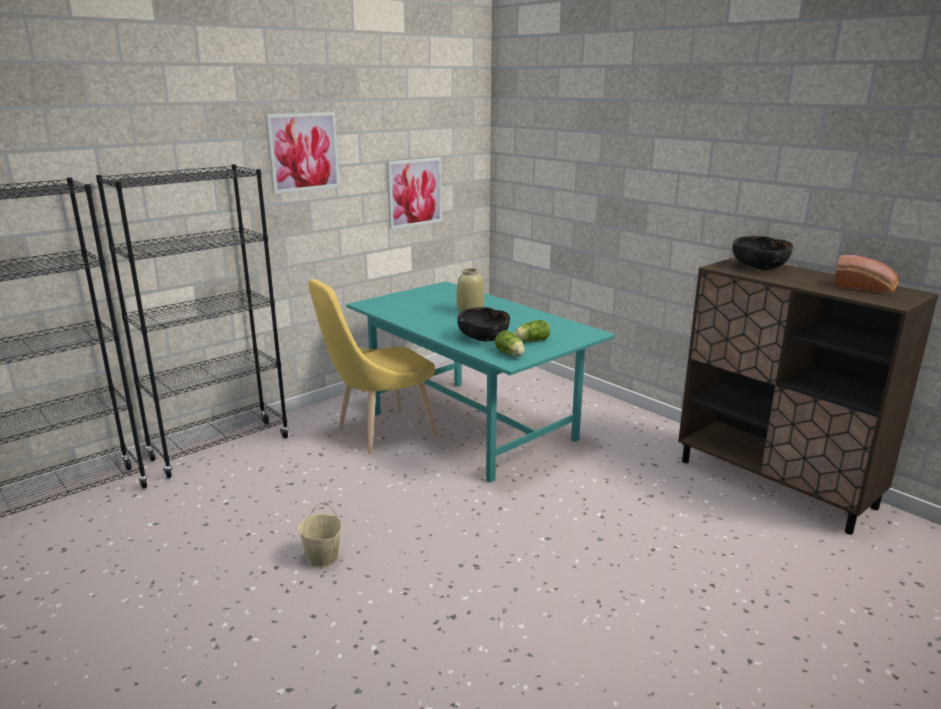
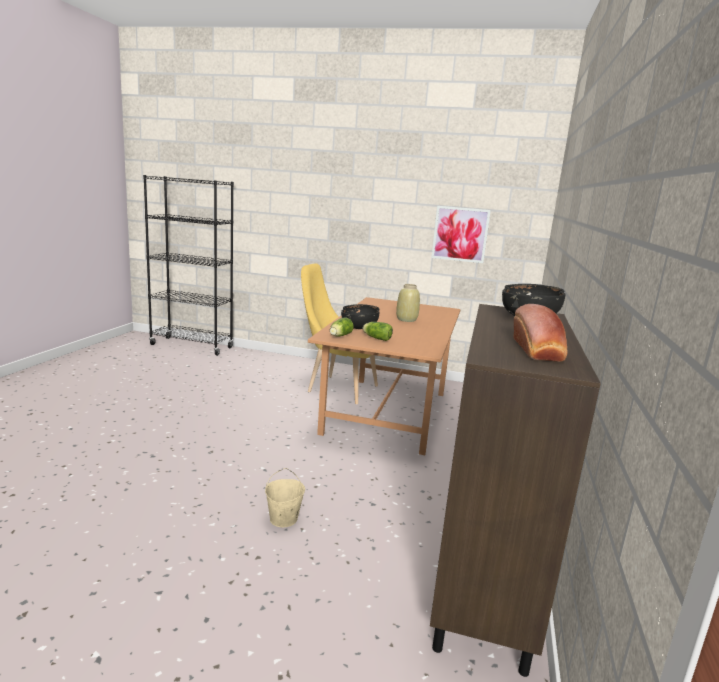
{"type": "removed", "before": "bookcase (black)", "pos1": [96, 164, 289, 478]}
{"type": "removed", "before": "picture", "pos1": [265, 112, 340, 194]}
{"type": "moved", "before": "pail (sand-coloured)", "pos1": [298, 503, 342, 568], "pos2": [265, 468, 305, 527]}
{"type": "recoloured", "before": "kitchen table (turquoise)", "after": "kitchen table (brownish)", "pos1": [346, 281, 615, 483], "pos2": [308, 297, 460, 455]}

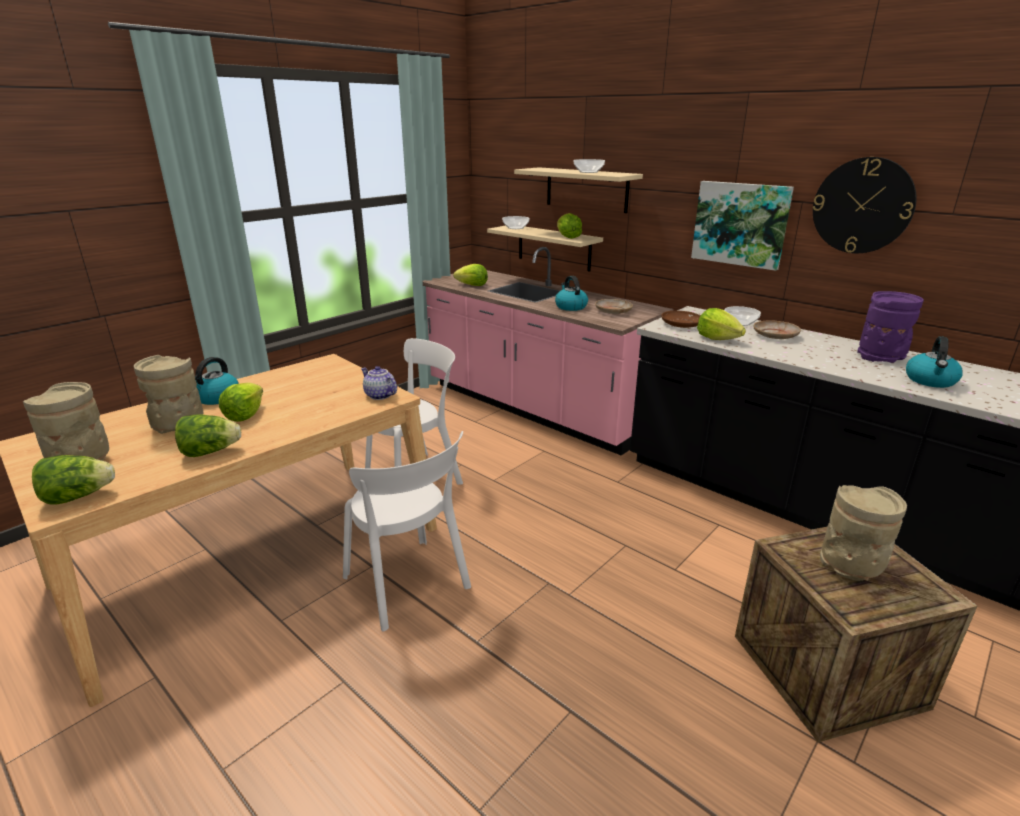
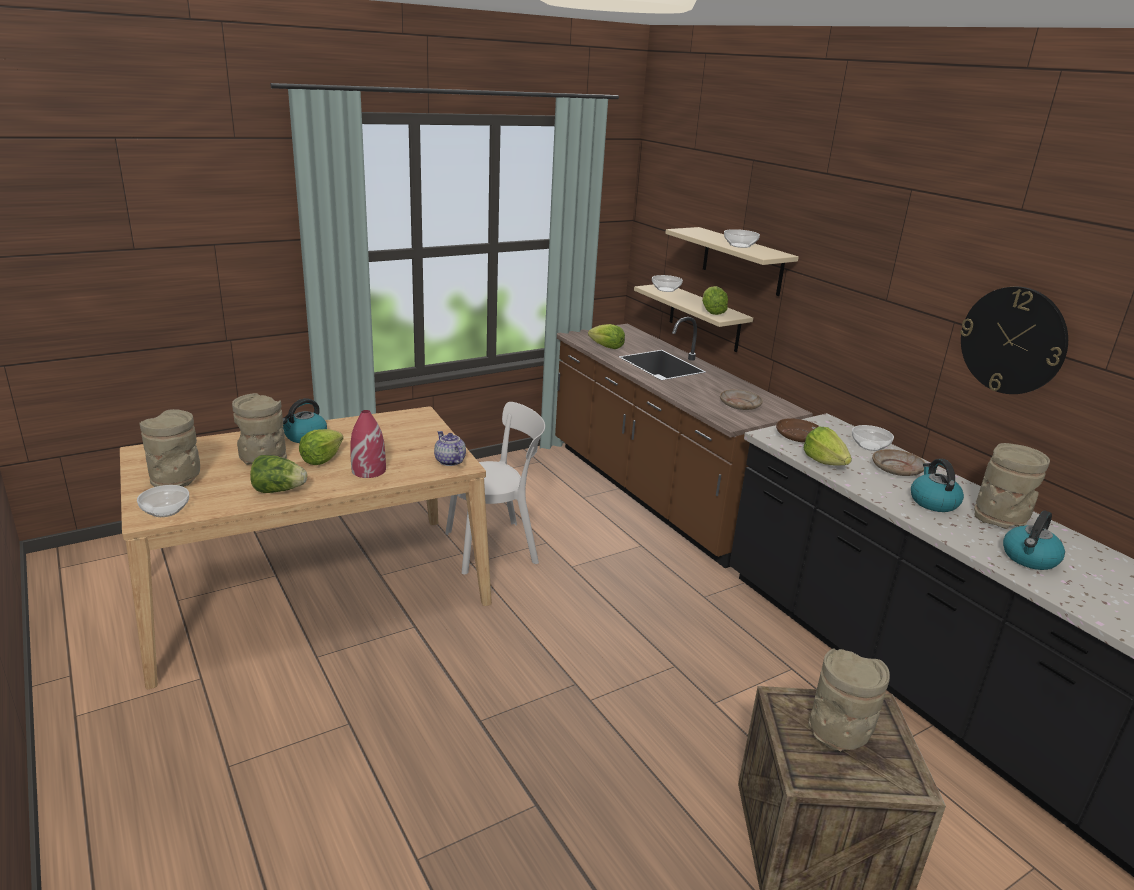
{"type": "replaced", "before": "head of lettuce", "after": "bowl", "pos1": [32, 455, 115, 504], "pos2": [137, 485, 189, 517]}
{"type": "removed", "before": "upright chair (whitish)", "pos1": [343, 431, 471, 631]}
{"type": "recoloured", "before": "kitchen counter (pink)", "after": "kitchen counter (brownish)", "pos1": [423, 247, 673, 456], "pos2": [555, 317, 813, 568]}
{"type": "moved", "before": "kettle", "pos1": [555, 276, 588, 311], "pos2": [911, 459, 964, 512]}
{"type": "removed", "before": "picture", "pos1": [691, 181, 794, 271]}
{"type": "recoloured", "before": "decorative vase (purplish)", "after": "decorative vase (sand-coloured)", "pos1": [857, 291, 924, 363], "pos2": [974, 443, 1050, 529]}
{"type": "added", "after": "decorative vase (reddish)", "pos2": [350, 410, 386, 478]}

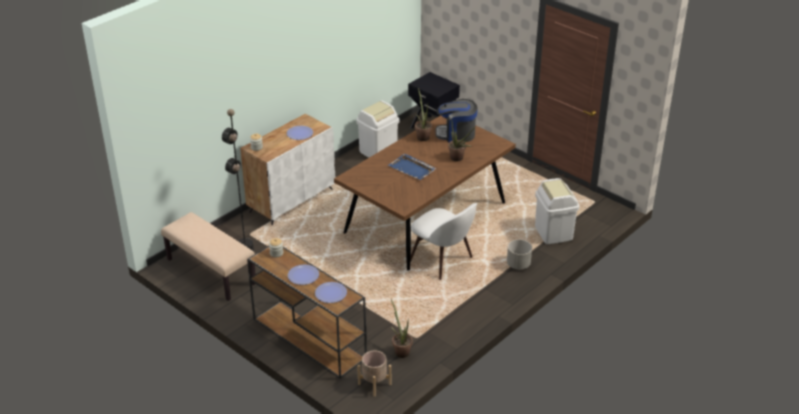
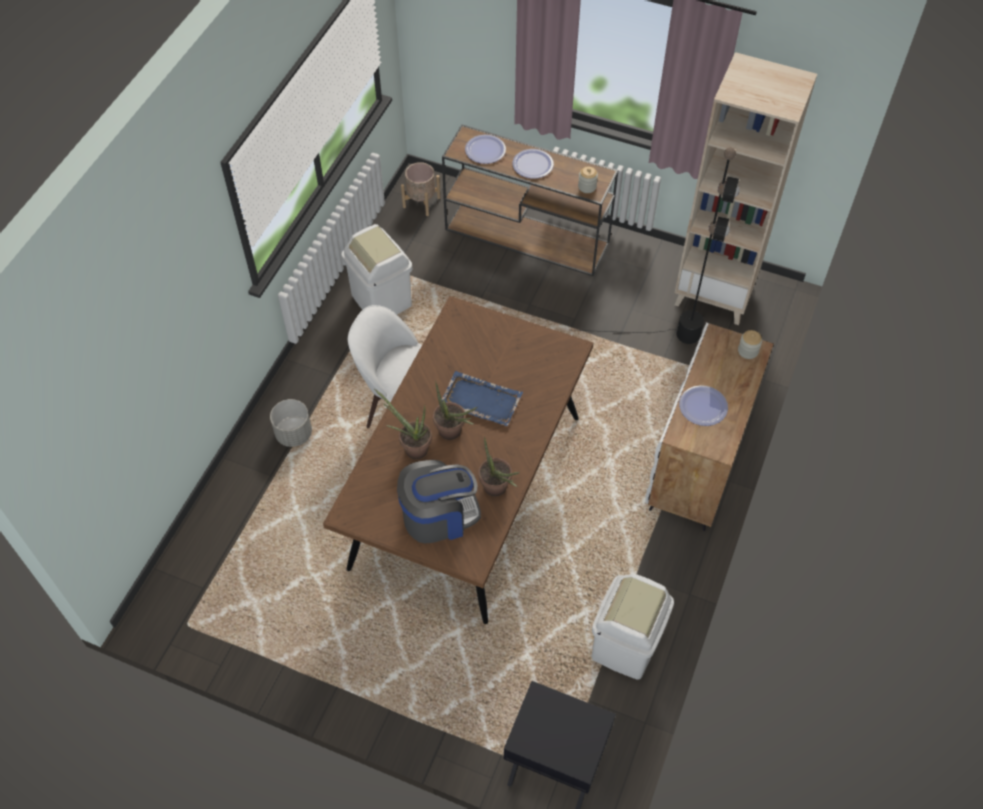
{"type": "replaced", "before": "long seat (sand-coloured)", "after": "bookcase (sand-coloured)", "pos1": [161, 212, 256, 301], "pos2": [675, 52, 817, 325]}
{"type": "moved", "before": "potted plant", "pos1": [391, 299, 413, 358], "pos2": [433, 381, 478, 440]}
{"type": "moved", "before": "trash can (whitish)", "pos1": [535, 178, 580, 244], "pos2": [342, 224, 412, 314]}

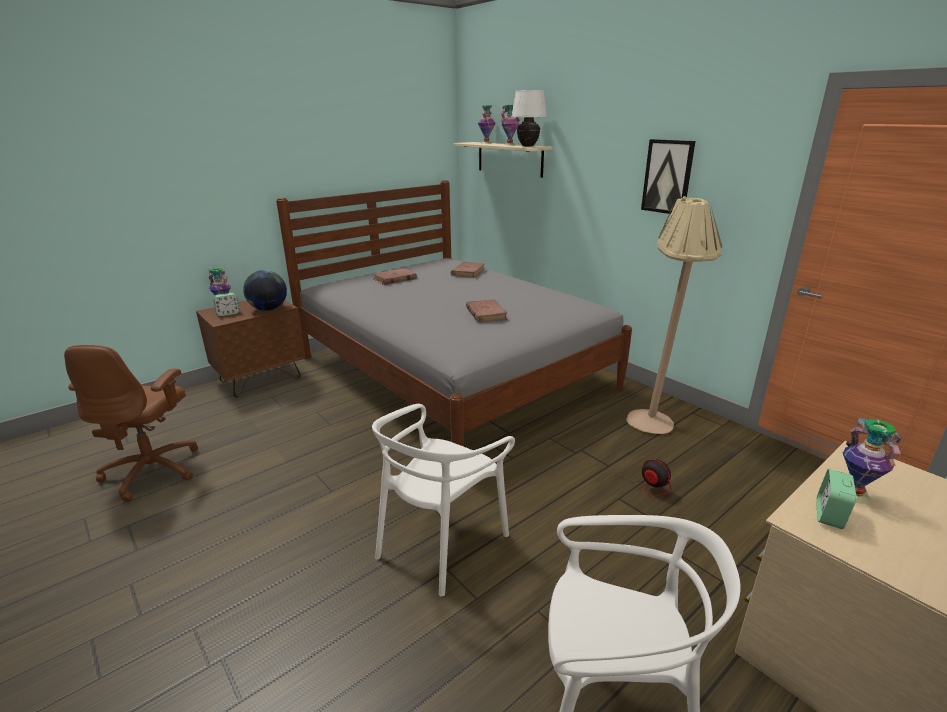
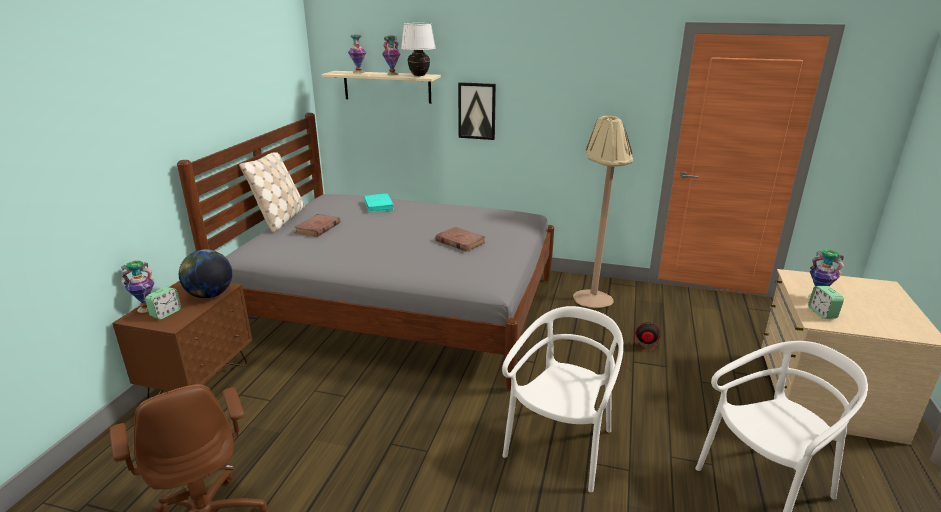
{"type": "turned", "before": "upright chair (whitish)", "pos1": [372, 404, 515, 596], "pos2": [502, 306, 624, 492], "turn": -150}
{"type": "recoloured", "before": "bound book (brownish)", "after": "bound book (turquoise)", "pos1": [451, 262, 485, 278], "pos2": [363, 194, 394, 213]}
{"type": "moved", "before": "picture", "pos1": [641, 139, 695, 214], "pos2": [458, 82, 496, 140]}
{"type": "added", "after": "throw pillow (sand-coloured)", "pos2": [239, 147, 305, 233]}

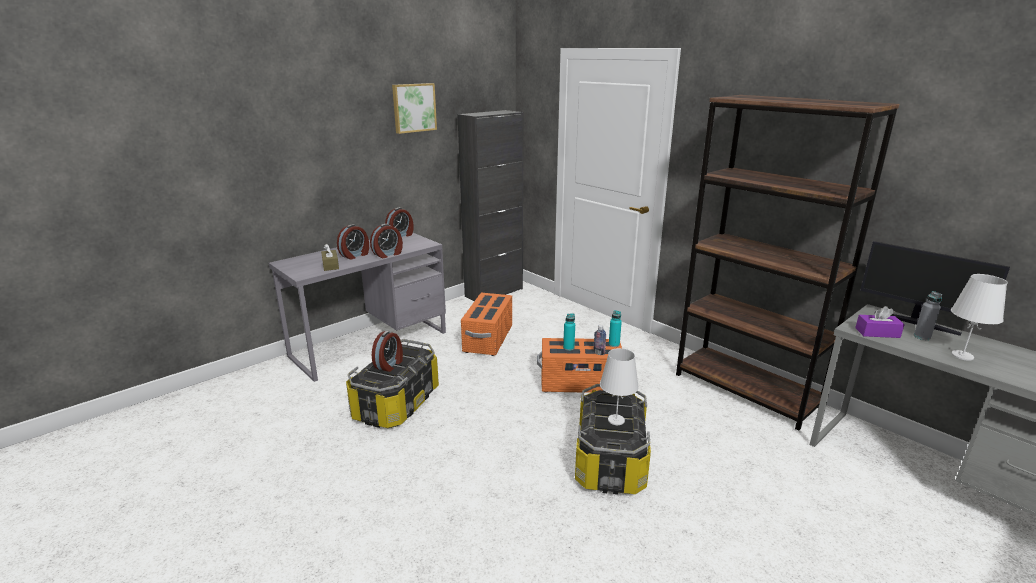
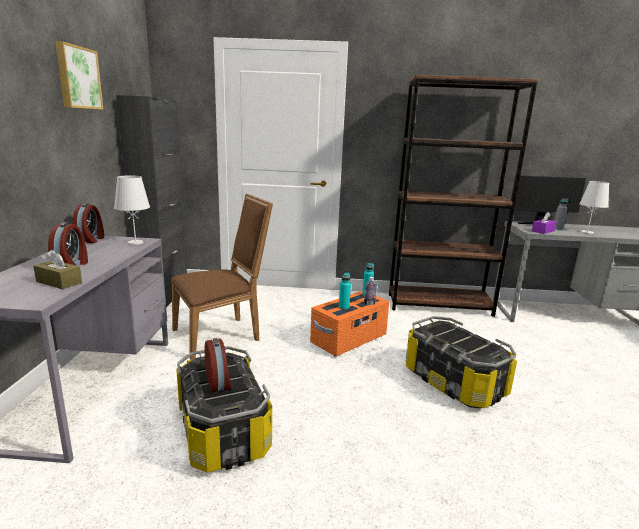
{"type": "removed", "before": "alarm clock", "pos1": [370, 224, 403, 258]}
{"type": "replaced", "before": "storage bin (orange)", "after": "upright chair (brownish)", "pos1": [461, 293, 512, 356], "pos2": [171, 194, 273, 360]}
{"type": "moved", "before": "tabletop lamp (whitish)", "pos1": [600, 348, 639, 425], "pos2": [114, 175, 150, 245]}

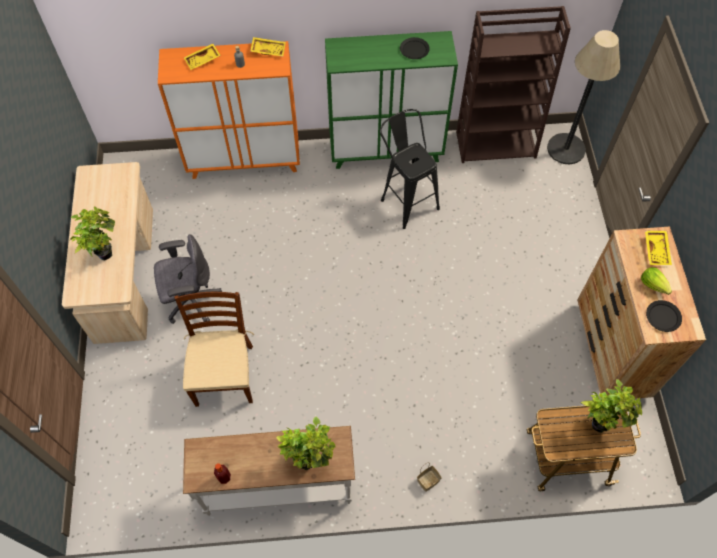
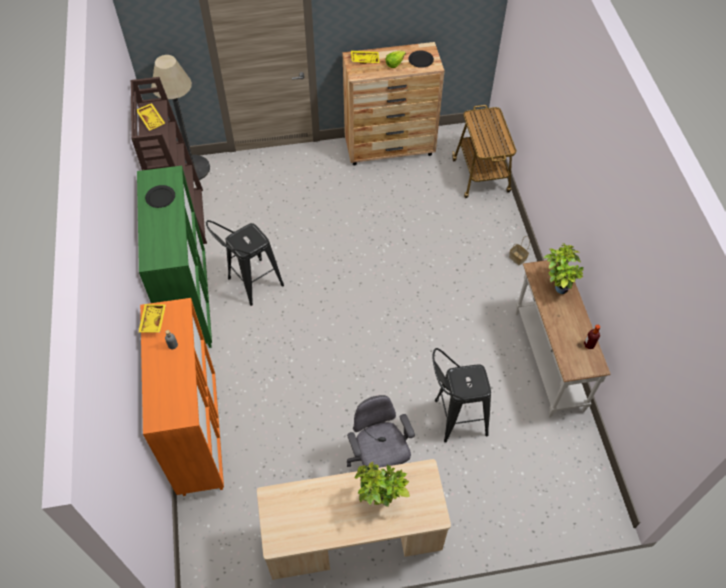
{"type": "replaced", "before": "upright chair (brownish)", "after": "sitting stool (black)", "pos1": [174, 292, 254, 407], "pos2": [432, 348, 491, 443]}
{"type": "moved", "before": "carrying tray (yellow-coloured)", "pos1": [184, 43, 221, 70], "pos2": [137, 103, 165, 131]}
{"type": "removed", "before": "potted plant", "pos1": [581, 379, 642, 433]}

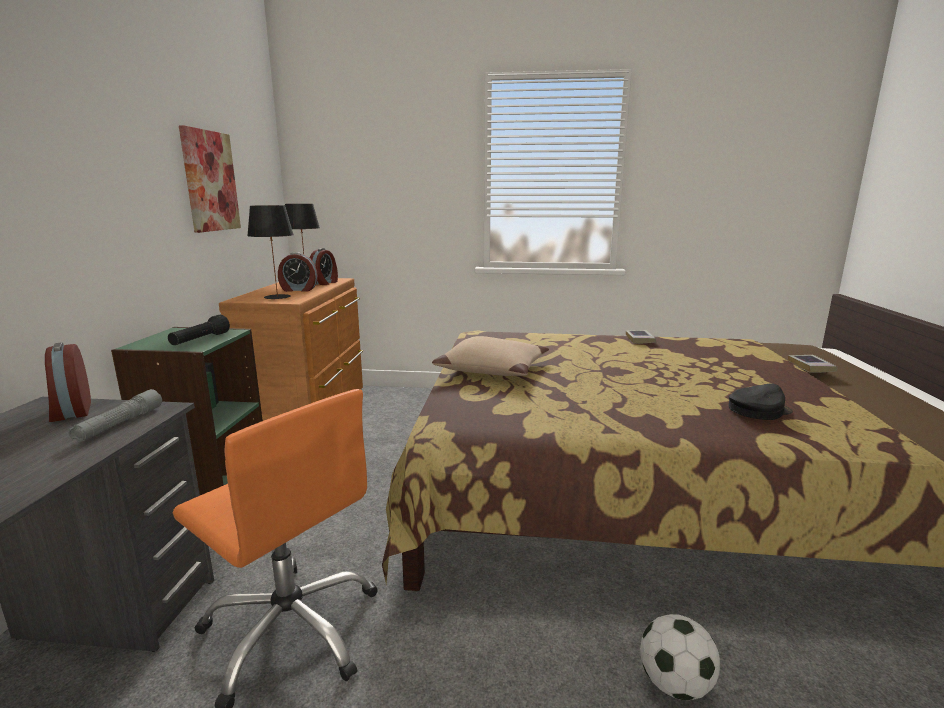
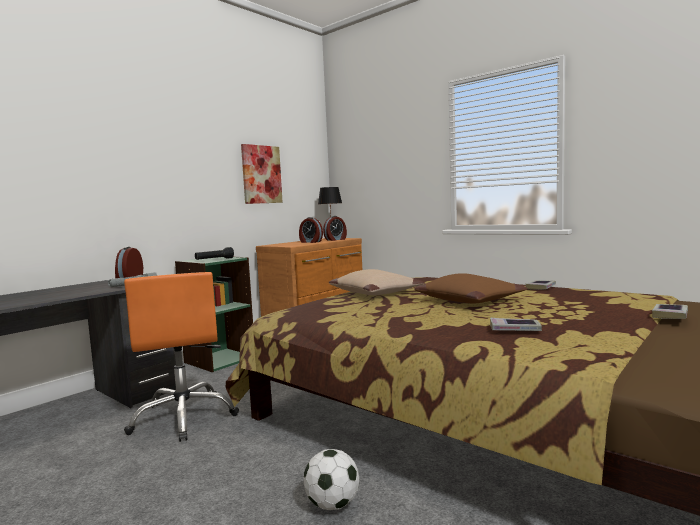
{"type": "removed", "before": "tabletop lamp (black)", "pos1": [247, 205, 294, 299]}
{"type": "replaced", "before": "peaked cap (black)", "after": "bound book", "pos1": [729, 384, 793, 420], "pos2": [490, 318, 542, 331]}
{"type": "added", "after": "throw pillow (brownish)", "pos2": [414, 273, 527, 304]}

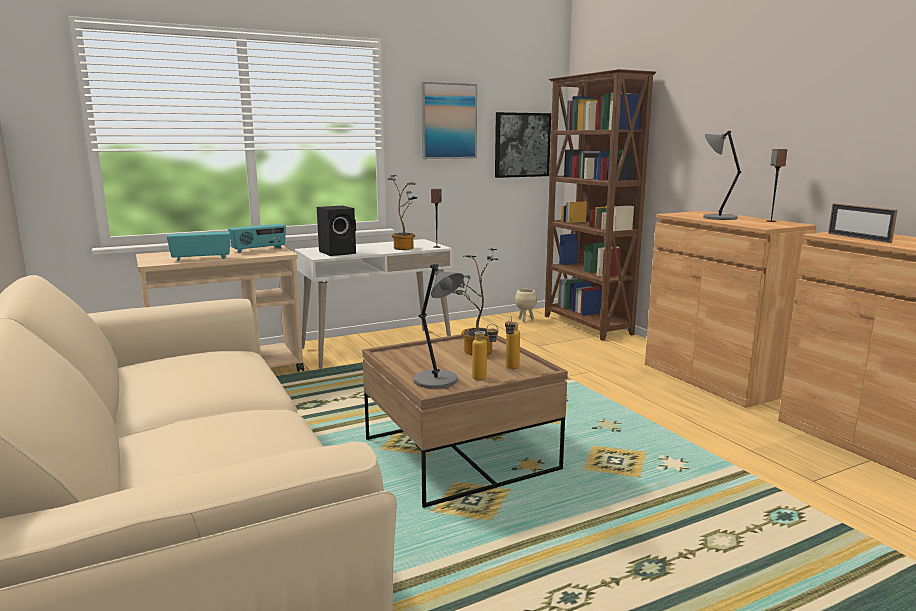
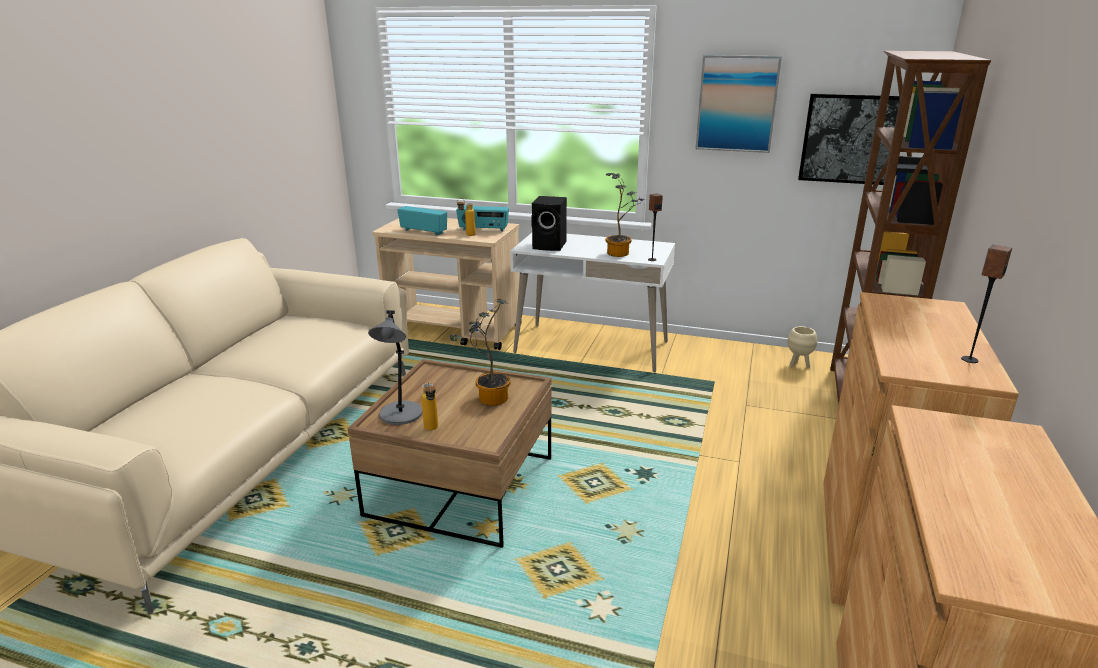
{"type": "moved", "before": "bottle", "pos1": [505, 316, 520, 369], "pos2": [457, 198, 476, 236]}
{"type": "removed", "before": "tabletop lamp (gray)", "pos1": [703, 131, 741, 220]}
{"type": "removed", "before": "standing frame", "pos1": [828, 203, 898, 243]}

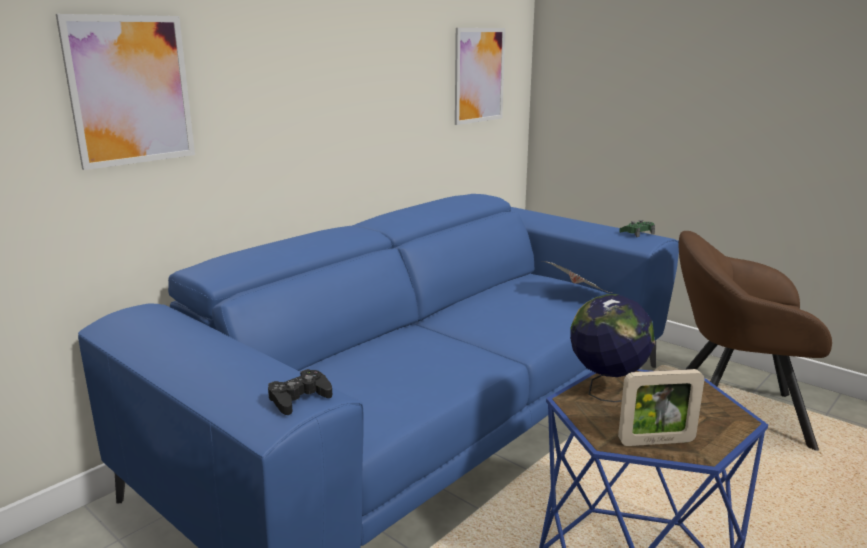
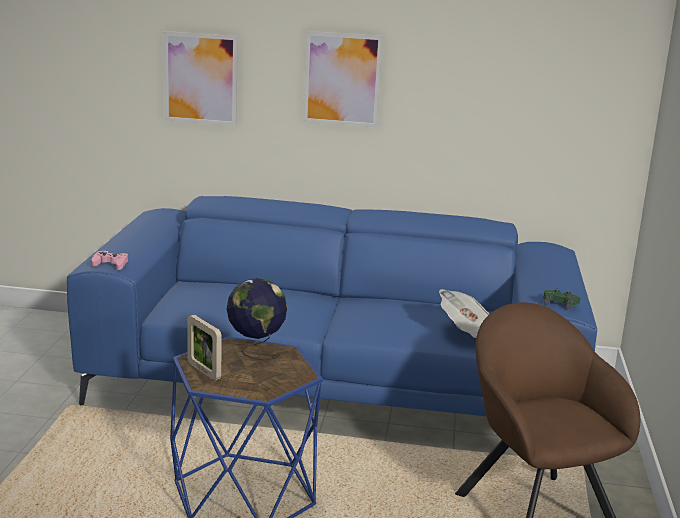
{"type": "recoloured", "before": "joypad (black)", "after": "joypad (pink)", "pos1": [268, 369, 332, 415], "pos2": [92, 251, 128, 270]}
{"type": "moved", "before": "picture", "pos1": [455, 28, 505, 125], "pos2": [303, 31, 383, 128]}

